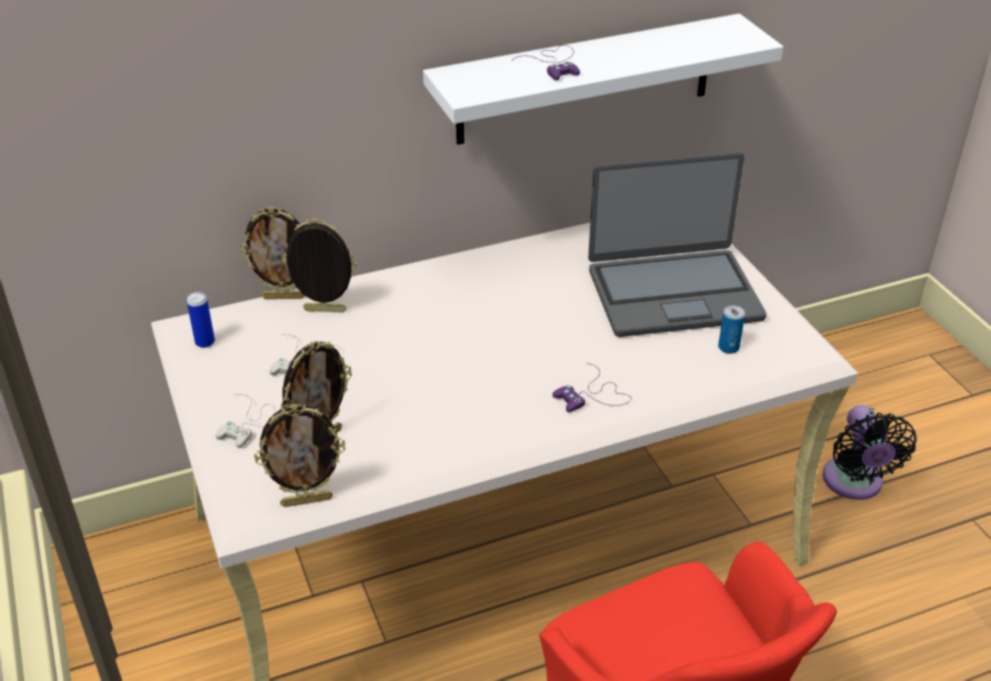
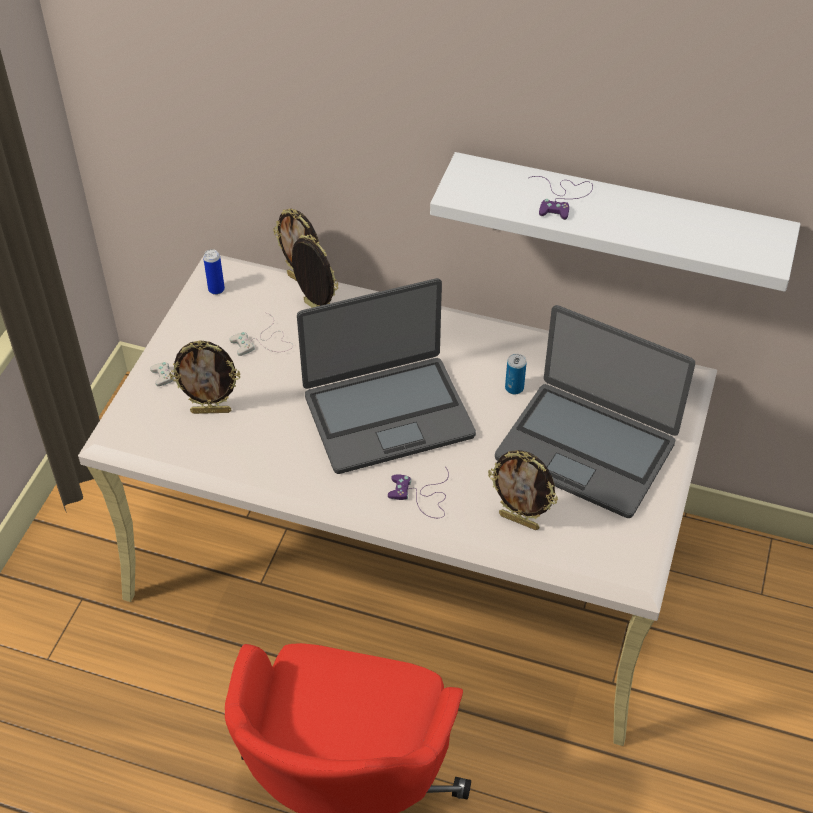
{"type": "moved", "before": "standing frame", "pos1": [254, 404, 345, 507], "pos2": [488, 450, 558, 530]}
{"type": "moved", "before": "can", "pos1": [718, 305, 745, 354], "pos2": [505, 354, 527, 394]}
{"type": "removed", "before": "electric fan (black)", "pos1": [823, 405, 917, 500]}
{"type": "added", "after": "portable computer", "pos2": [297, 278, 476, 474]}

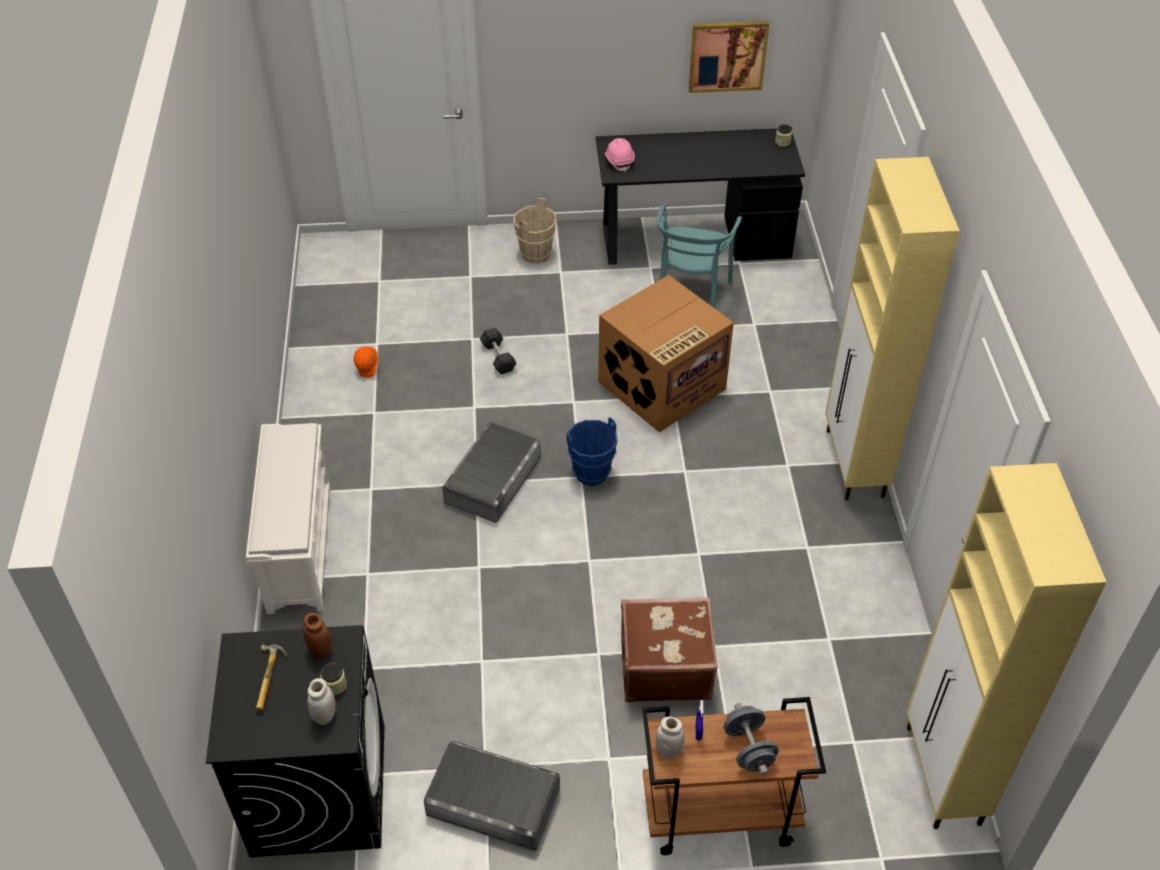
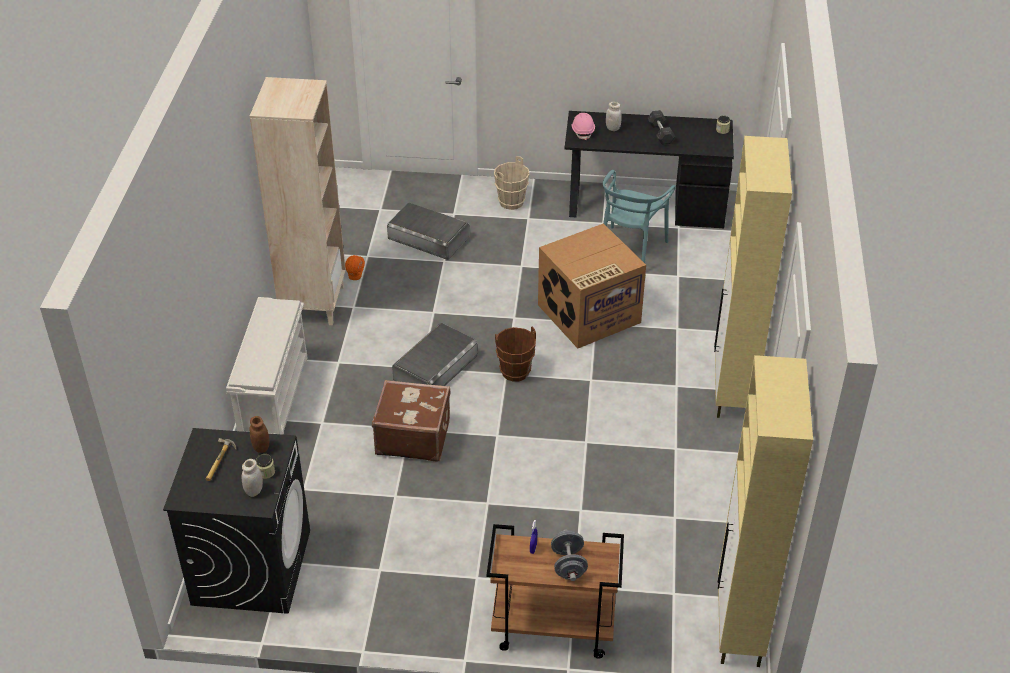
{"type": "moved", "before": "storage bin (gray)", "pos1": [424, 741, 560, 851], "pos2": [387, 202, 469, 260]}
{"type": "moved", "before": "dumbbell (gray)", "pos1": [480, 328, 516, 374], "pos2": [647, 110, 675, 145]}
{"type": "recoloured", "before": "pail (blue)", "after": "pail (brownish)", "pos1": [567, 417, 618, 486], "pos2": [495, 327, 536, 382]}
{"type": "moved", "before": "suitcase (brownish)", "pos1": [621, 597, 718, 702], "pos2": [372, 380, 451, 462]}
{"type": "moved", "before": "storage jar (whitish)", "pos1": [656, 716, 684, 758], "pos2": [606, 102, 622, 131]}
{"type": "removed", "before": "picture", "pos1": [689, 21, 769, 93]}
{"type": "added", "after": "bookcase (sand-coloured)", "pos2": [250, 77, 346, 325]}

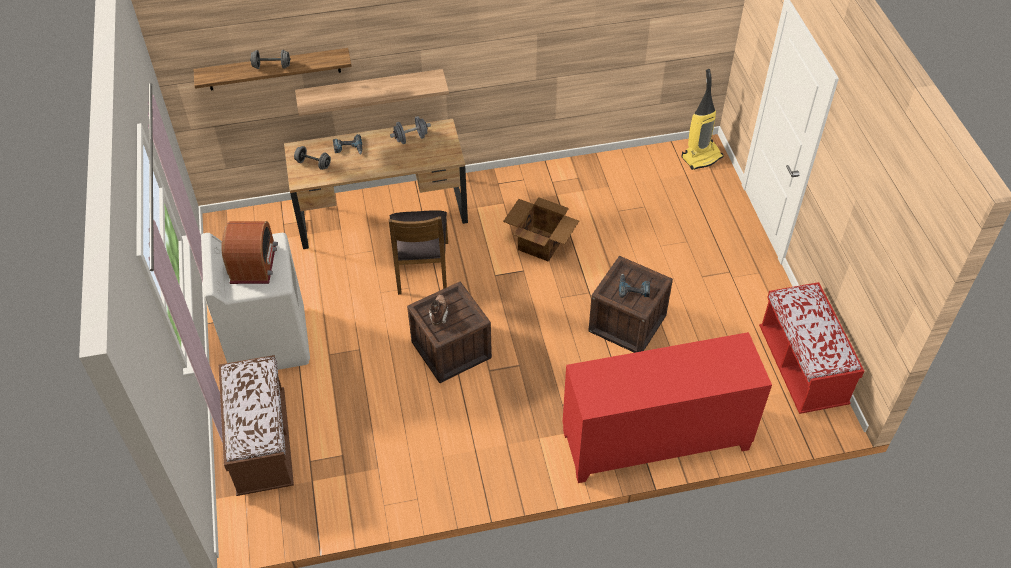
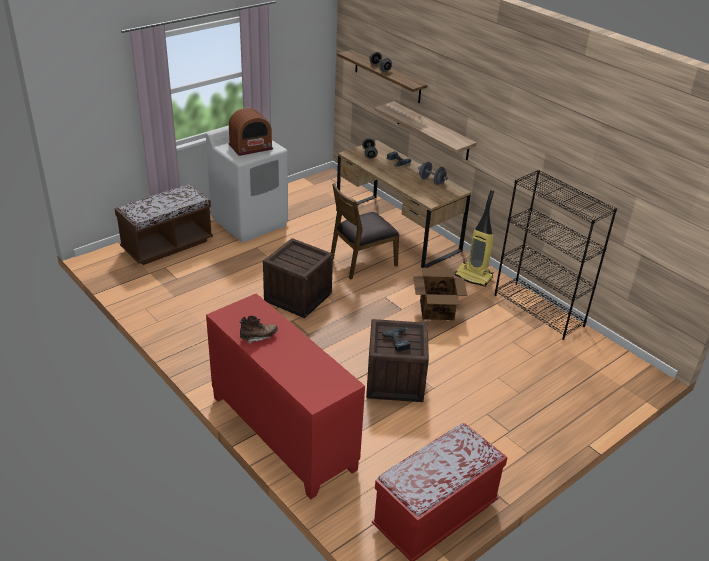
{"type": "moved", "before": "high-top boot (brownish)", "pos1": [429, 295, 448, 326], "pos2": [239, 315, 278, 344]}
{"type": "moved", "before": "hoover", "pos1": [681, 69, 723, 170], "pos2": [455, 190, 494, 287]}
{"type": "added", "after": "bookcase (black)", "pos2": [494, 170, 617, 340]}

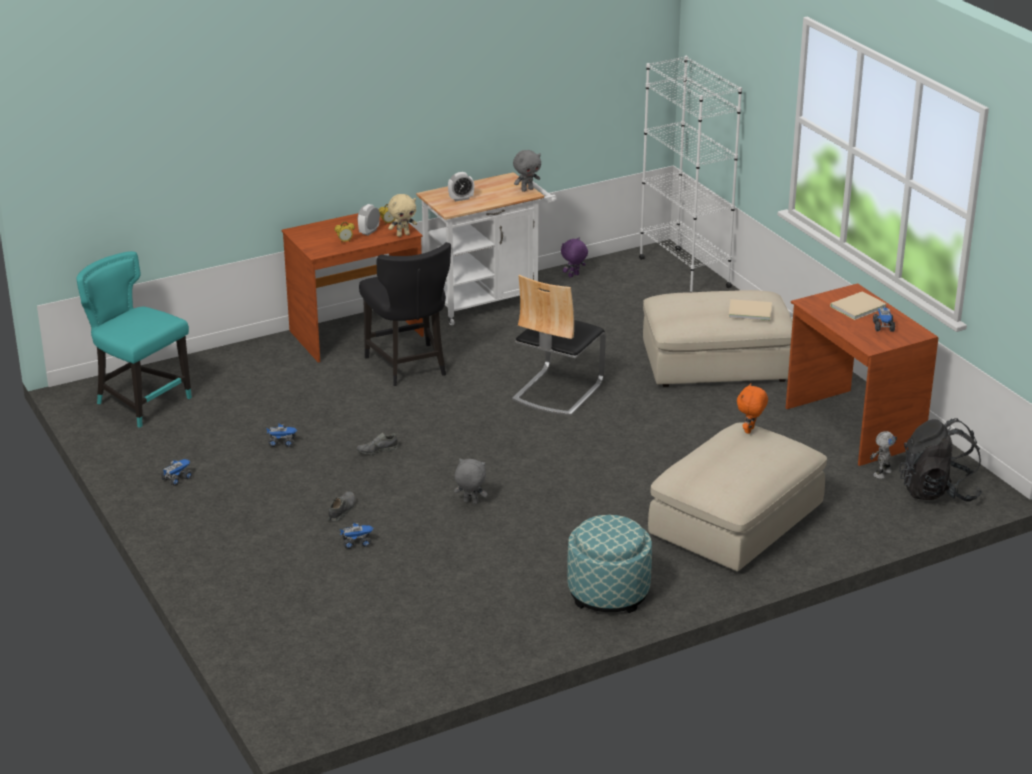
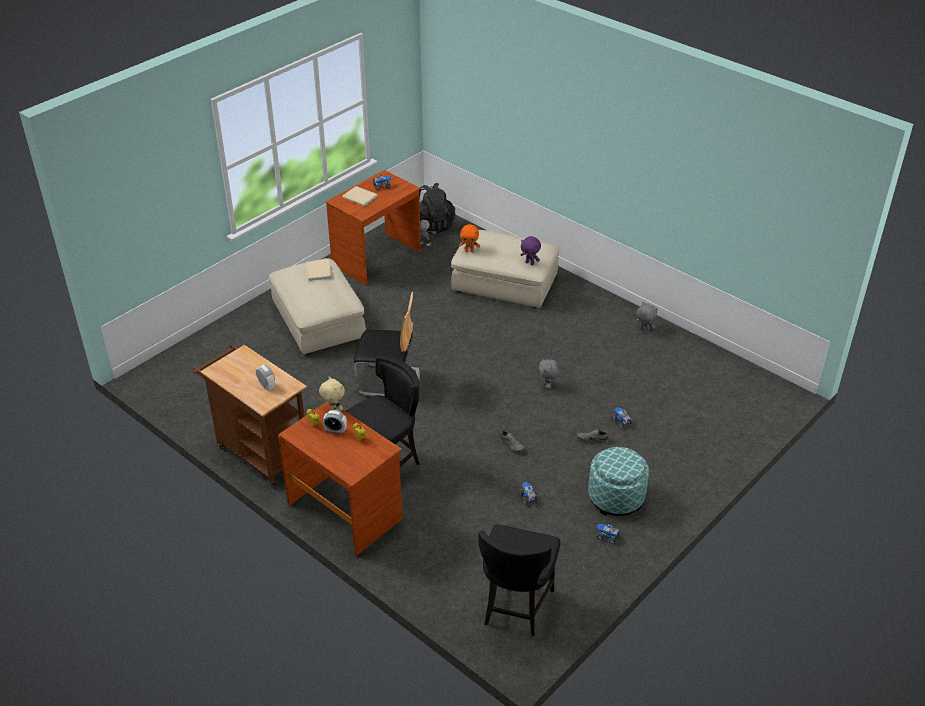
{"type": "recoloured", "before": "upright chair (turquoise)", "after": "upright chair (black)", "pos1": [77, 251, 192, 428], "pos2": [478, 524, 560, 636]}
{"type": "recoloured", "before": "wheeled cart (whitish)", "after": "wheeled cart (brownish)", "pos1": [416, 172, 557, 325], "pos2": [193, 345, 307, 487]}
{"type": "moved", "before": "soft toy (gray)", "pos1": [513, 150, 541, 192], "pos2": [636, 302, 657, 332]}
{"type": "moved", "before": "soft toy (purplish)", "pos1": [561, 238, 588, 278], "pos2": [521, 236, 541, 265]}
{"type": "moved", "before": "footrest", "pos1": [567, 515, 652, 613], "pos2": [588, 447, 649, 516]}
{"type": "removed", "before": "bookcase (whitish)", "pos1": [639, 56, 742, 292]}

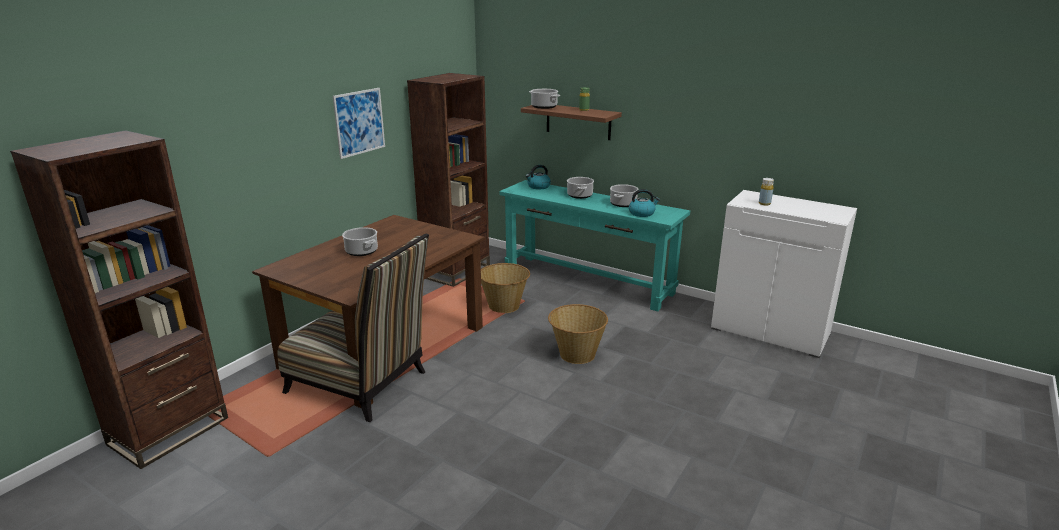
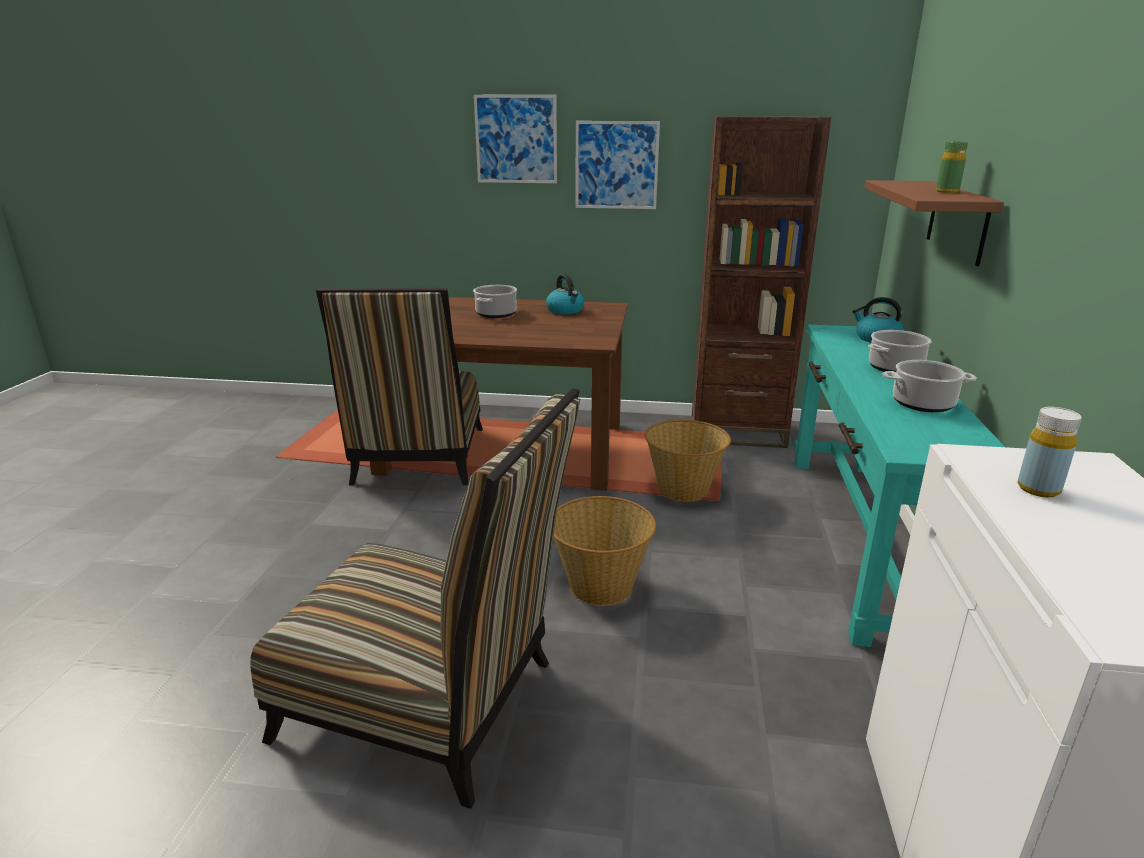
{"type": "removed", "before": "bookcase (brownish)", "pos1": [10, 130, 228, 469]}
{"type": "removed", "before": "saucepot", "pos1": [529, 89, 560, 109]}
{"type": "moved", "before": "kettle", "pos1": [629, 189, 660, 217], "pos2": [546, 274, 584, 315]}
{"type": "added", "after": "upright chair", "pos2": [251, 388, 580, 809]}
{"type": "added", "after": "picture", "pos2": [474, 94, 557, 183]}

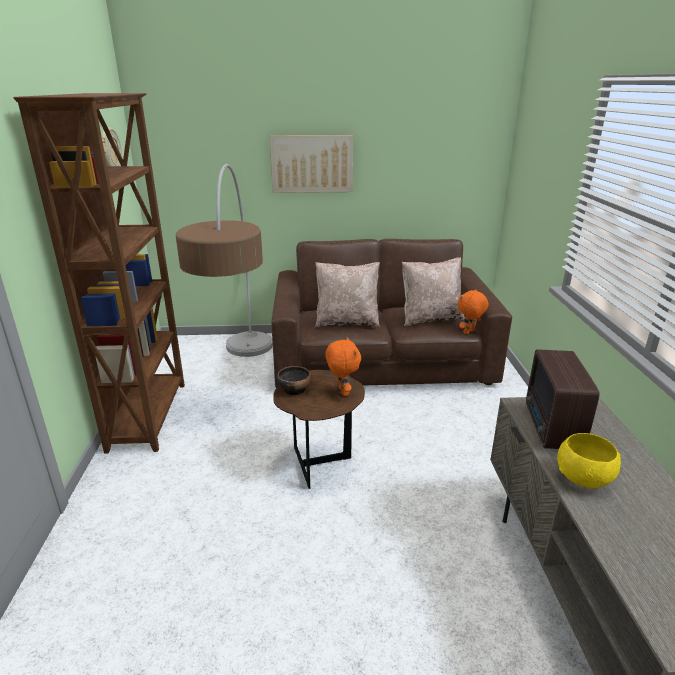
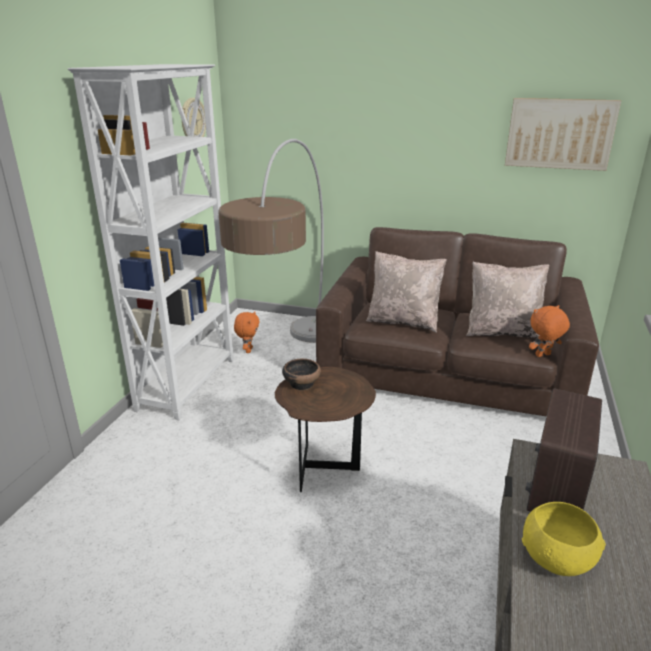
{"type": "recoloured", "before": "bookcase (brownish)", "after": "bookcase (whitish)", "pos1": [13, 93, 185, 454], "pos2": [68, 64, 234, 420]}
{"type": "moved", "before": "picture", "pos1": [270, 135, 353, 193], "pos2": [505, 98, 621, 171]}
{"type": "moved", "before": "soft toy (orange)", "pos1": [325, 337, 361, 396], "pos2": [234, 311, 260, 353]}

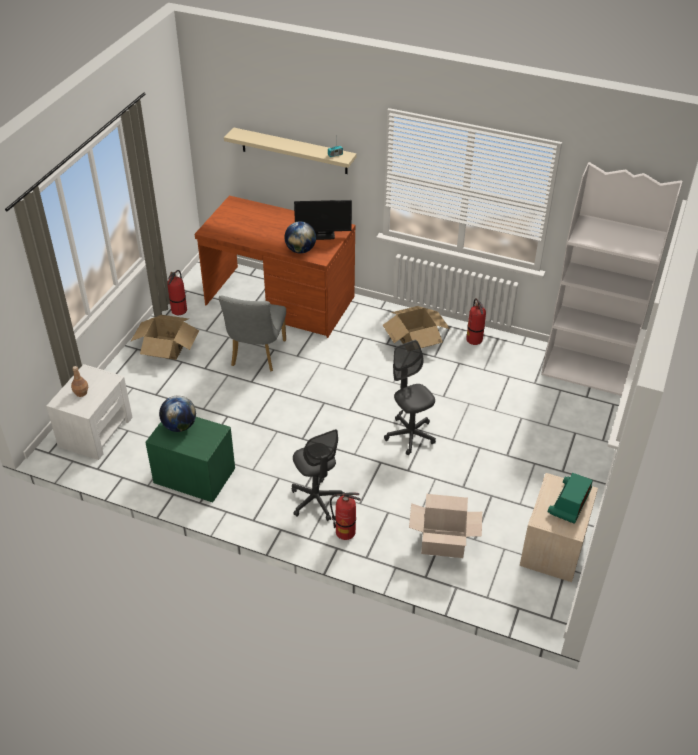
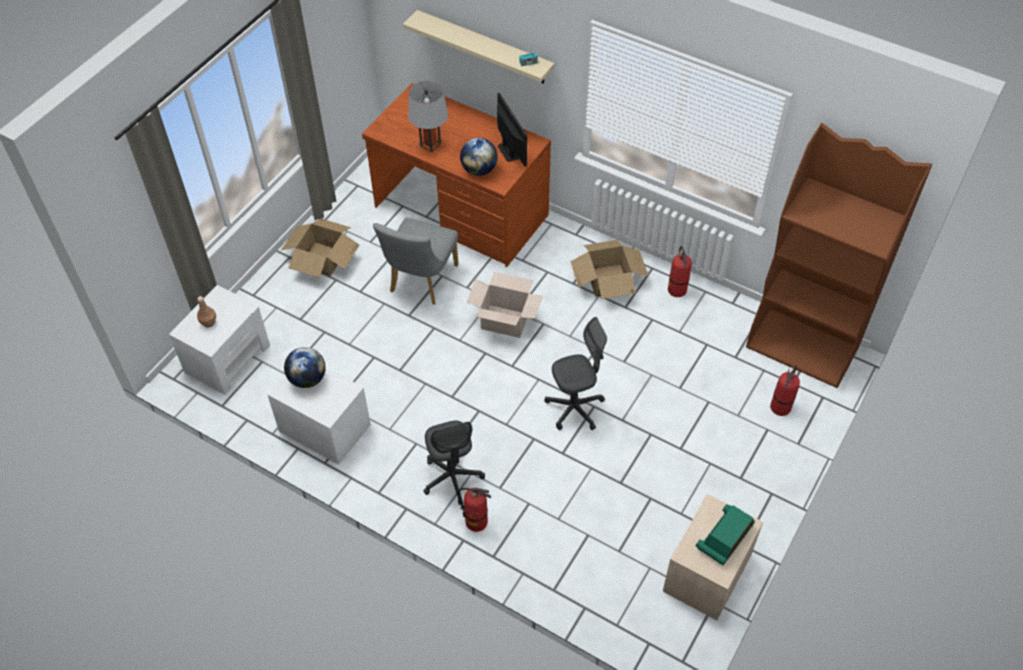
{"type": "recoloured", "before": "bedside table (green-coloured)", "after": "bedside table (whitish)", "pos1": [145, 417, 235, 502], "pos2": [267, 368, 371, 465]}
{"type": "moved", "before": "fire extinguisher", "pos1": [167, 270, 187, 315], "pos2": [770, 365, 800, 416]}
{"type": "turned", "before": "computer display", "pos1": [294, 200, 352, 240], "pos2": [497, 93, 527, 167], "turn": -120}
{"type": "turned", "before": "office chair (gray)", "pos1": [384, 340, 436, 455], "pos2": [544, 317, 607, 430], "turn": 90}
{"type": "moved", "before": "carton", "pos1": [409, 494, 482, 558], "pos2": [467, 272, 543, 338]}
{"type": "recoloured", "before": "bookcase (whitish)", "after": "bookcase (brownish)", "pos1": [541, 162, 683, 396], "pos2": [746, 123, 932, 388]}
{"type": "added", "after": "tabletop lamp (gray)", "pos2": [408, 81, 448, 152]}

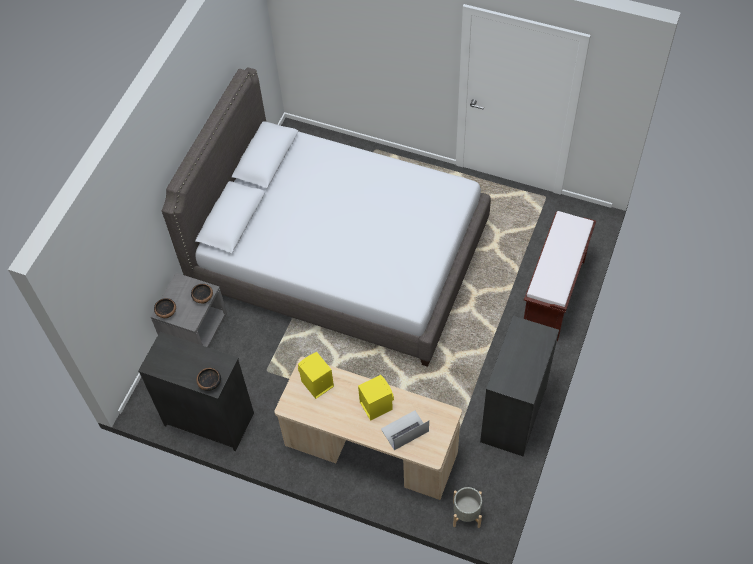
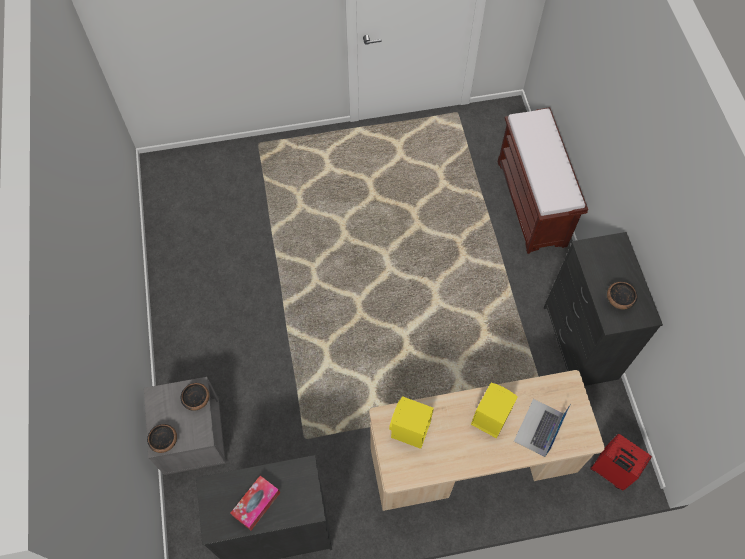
{"type": "removed", "before": "bed (gray)", "pos1": [162, 68, 491, 367]}
{"type": "moved", "before": "bowl", "pos1": [197, 368, 221, 391], "pos2": [607, 282, 637, 309]}
{"type": "replaced", "before": "flower pot (gray)", "after": "suitcase (reddish)", "pos1": [453, 487, 482, 528], "pos2": [590, 434, 652, 491]}
{"type": "added", "after": "box of tissues", "pos2": [231, 476, 280, 530]}

